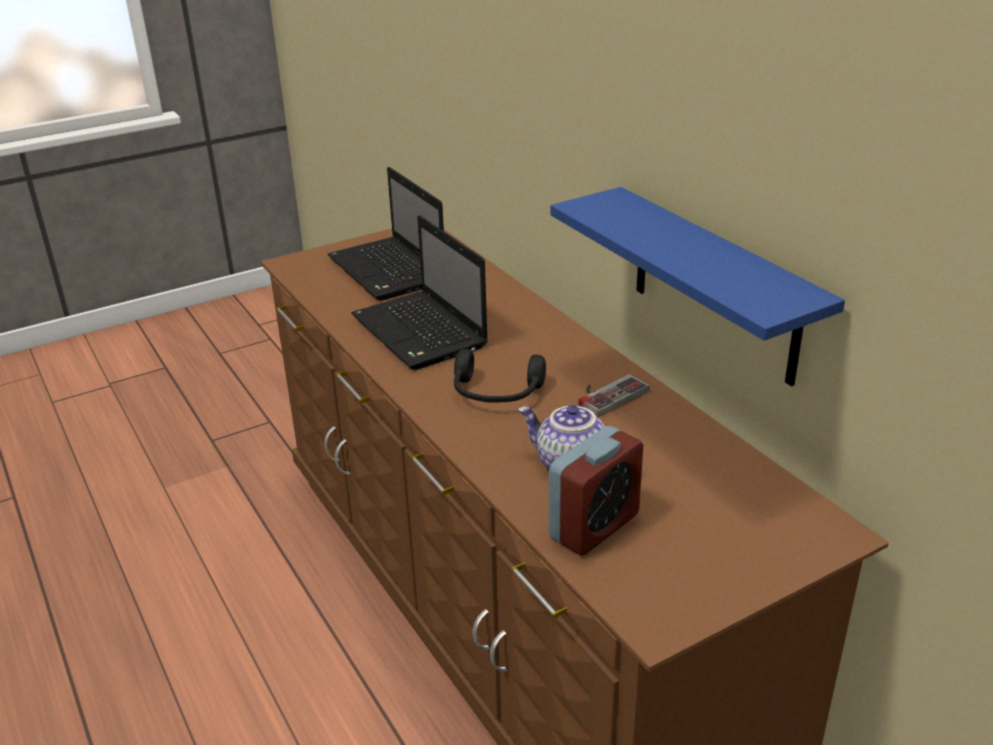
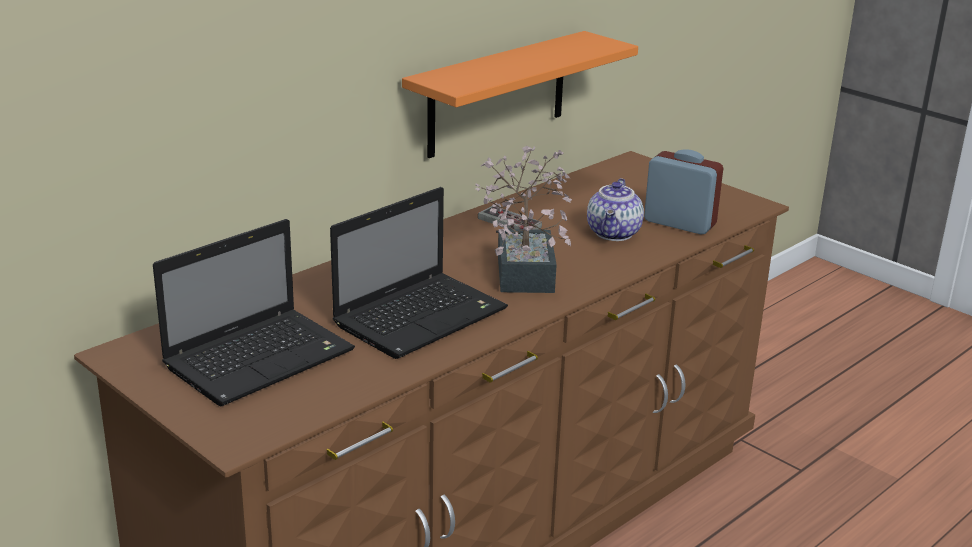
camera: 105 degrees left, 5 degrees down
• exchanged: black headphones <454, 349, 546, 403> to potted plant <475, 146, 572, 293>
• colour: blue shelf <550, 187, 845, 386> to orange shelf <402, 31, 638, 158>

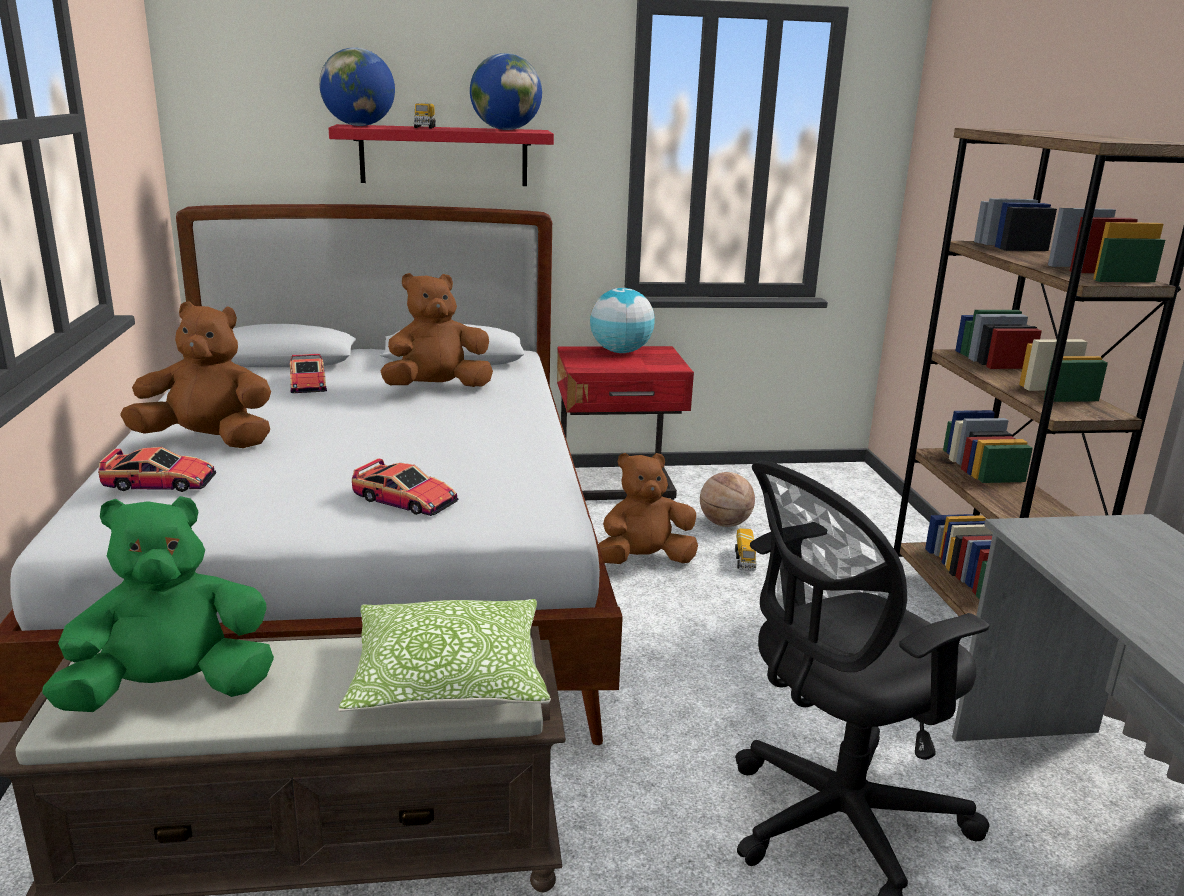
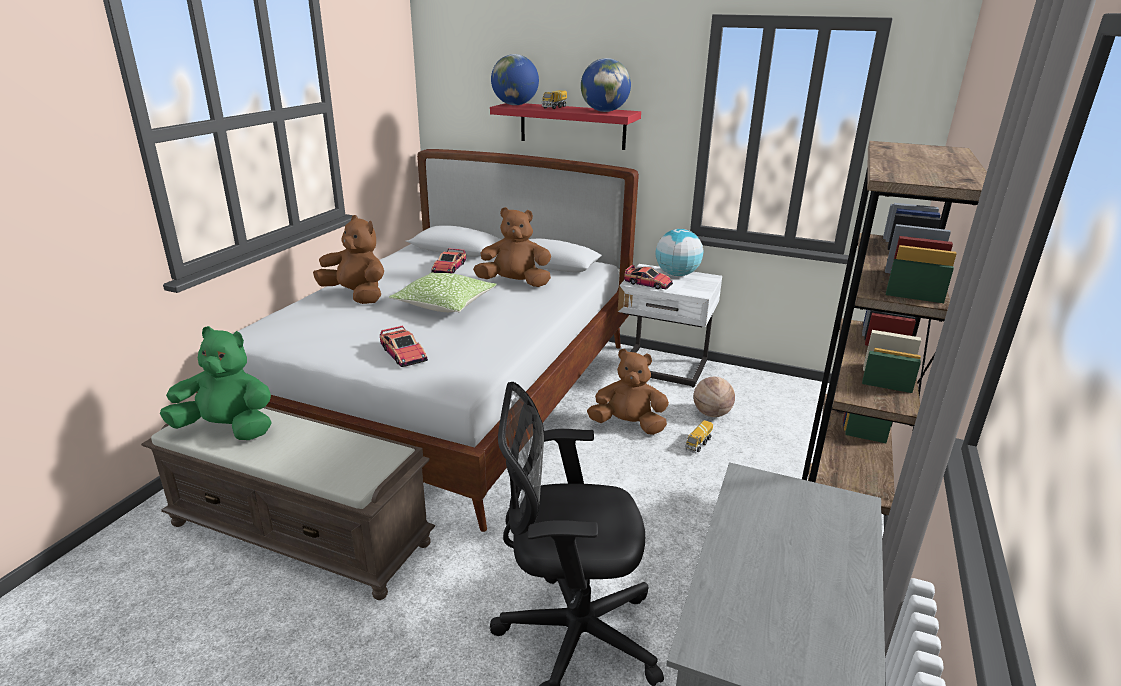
camera: 30 degrees right, 5 degrees up
• relocated: toy car <98, 447, 216, 492> to <624, 265, 673, 289>
• relocated: pillow <338, 599, 551, 712> to <388, 272, 497, 312>
• colour: red nightstand <557, 346, 694, 500> to white nightstand <618, 264, 722, 388>

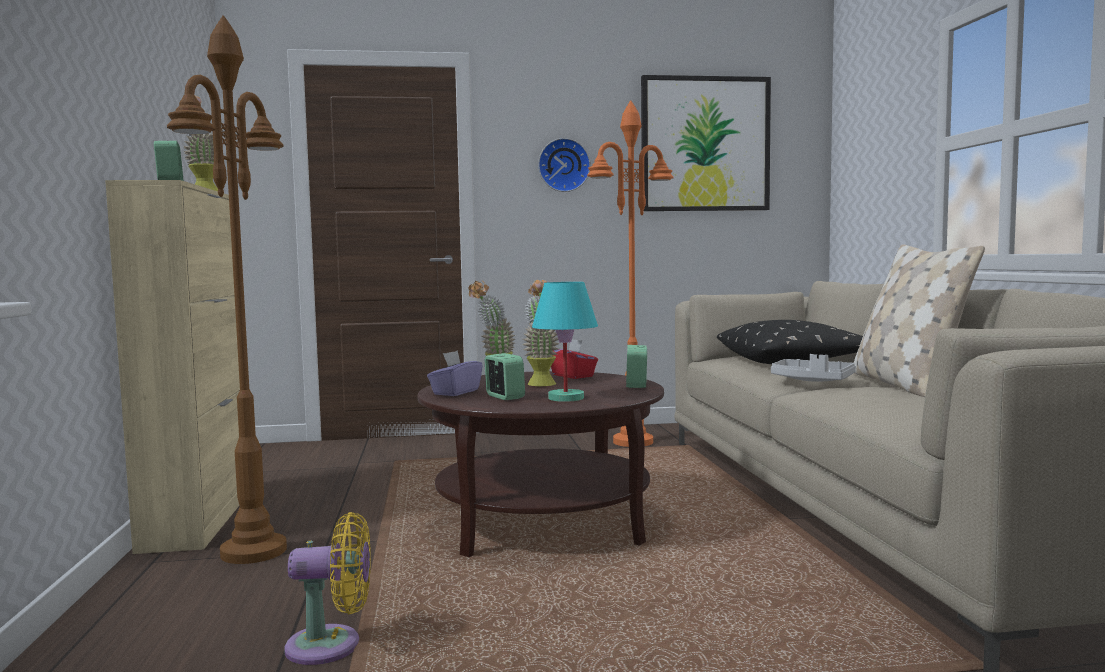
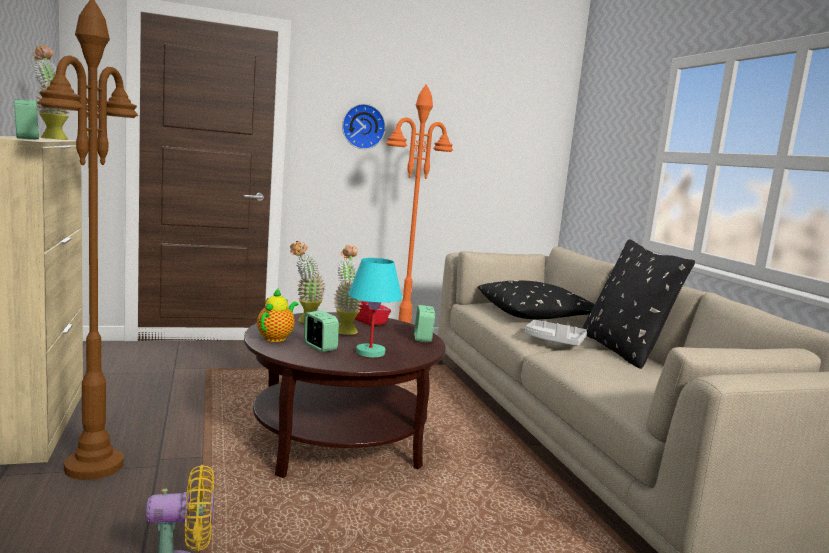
camera: 10 degrees left, 5 degrees up
• exchanged: purple tissue box <427, 350, 483, 396> to teapot <257, 288, 298, 342>
• missing: picture <641, 75, 771, 211>
• colour: beige pillow <854, 244, 985, 397> to black pillow <582, 239, 695, 369>

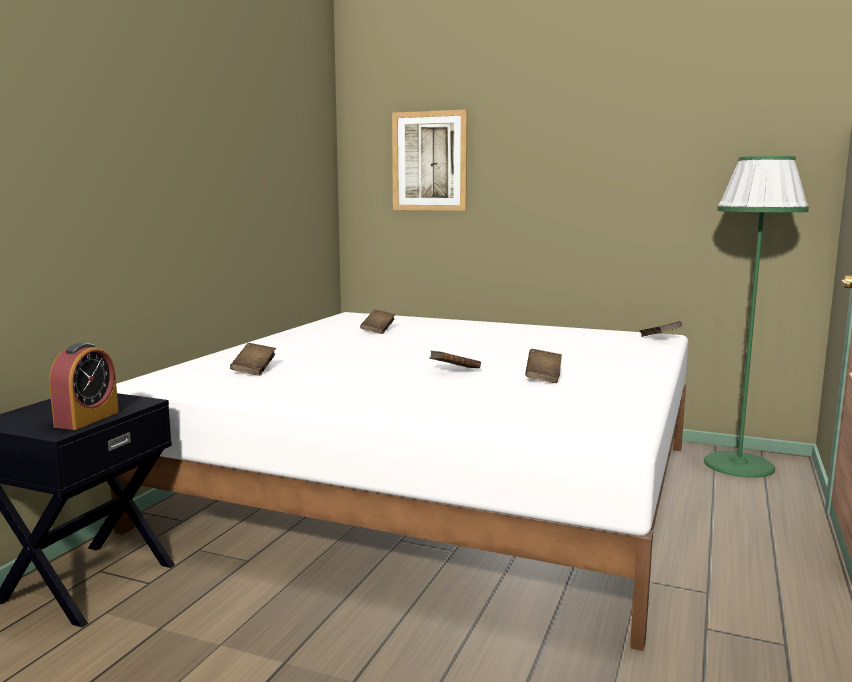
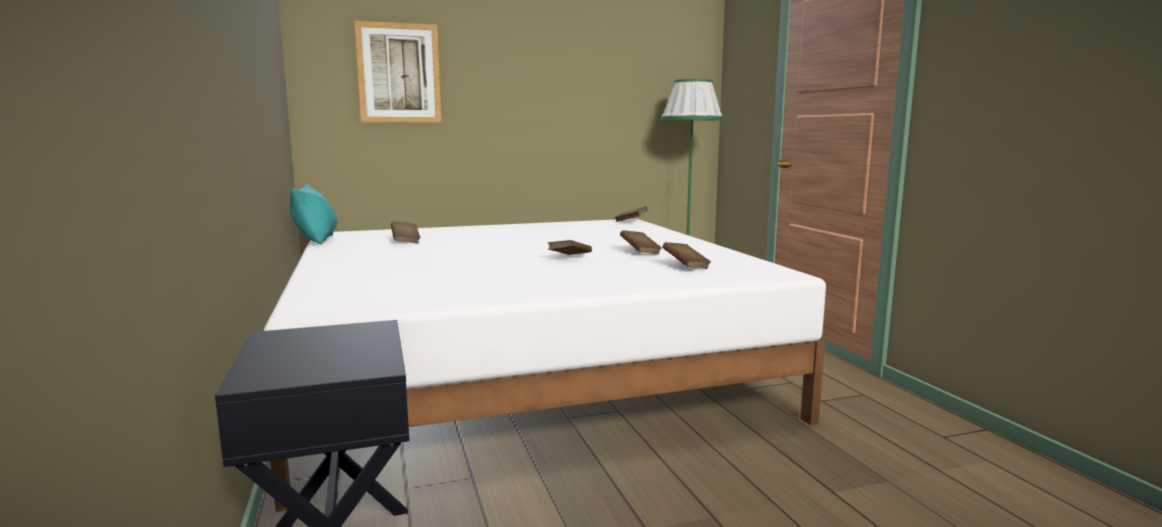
camera: 40 degrees left, 0 degrees up
• missing: alarm clock <49, 343, 119, 430>
• relocated: brown book <230, 343, 276, 376> to <662, 242, 711, 269>
• appeared: turquoise pillow <290, 183, 337, 245>

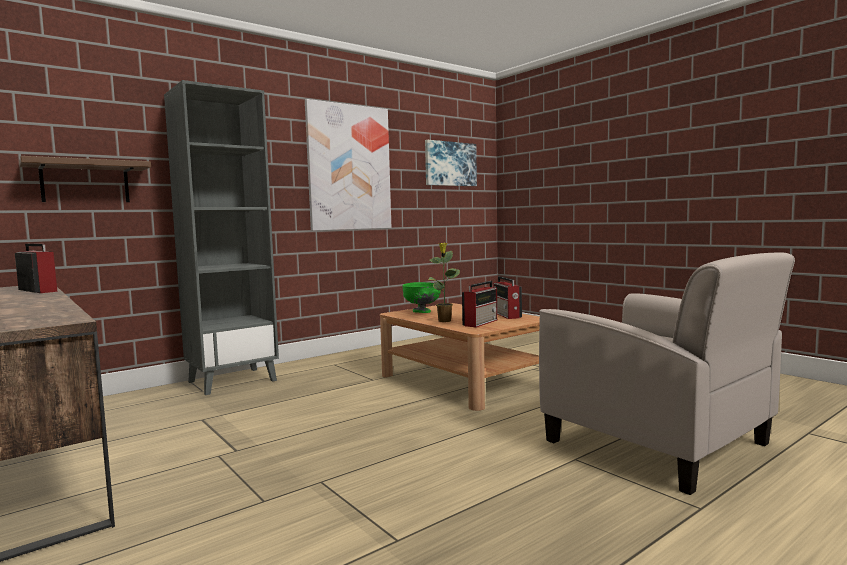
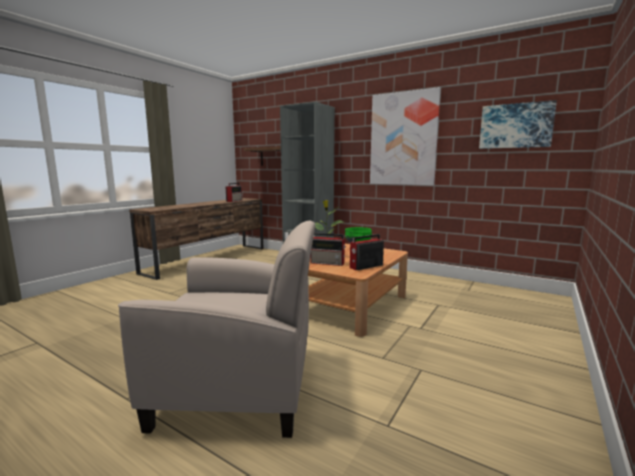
camera: 70 degrees right, 5 degrees up
• spun: beige armchair <539, 253, 795, 495> = <118, 221, 315, 438> 120 degrees counterclockwise

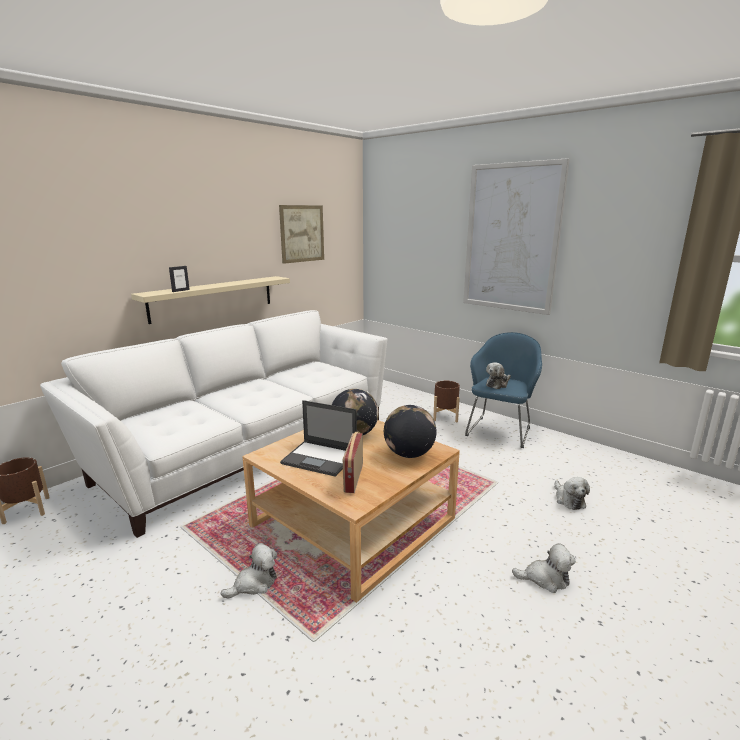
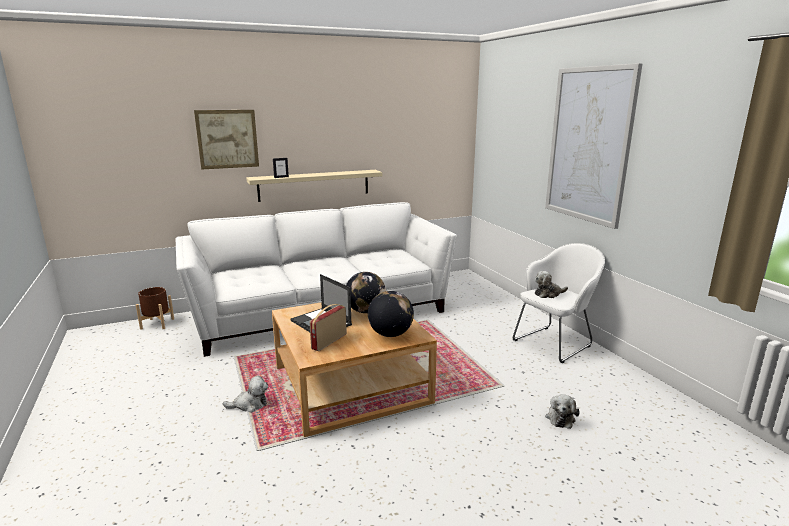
camera: 25 degrees right, 0 degrees up
• relocated: picture <279, 205, 324, 264> to <194, 110, 259, 170>
• missing: brown planter <433, 381, 460, 422>
• colour: blue armchair <465, 332, 542, 448> to white armchair <513, 243, 605, 363>
• missing: plush toy <512, 543, 576, 593>

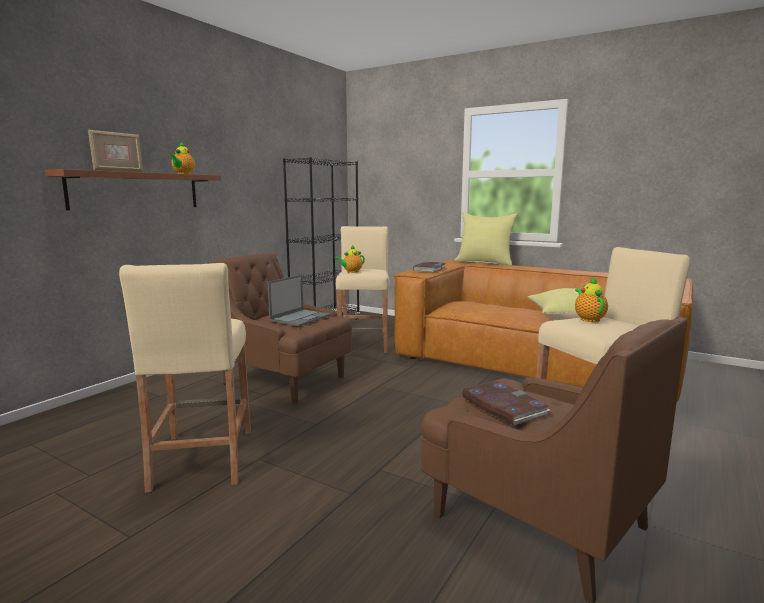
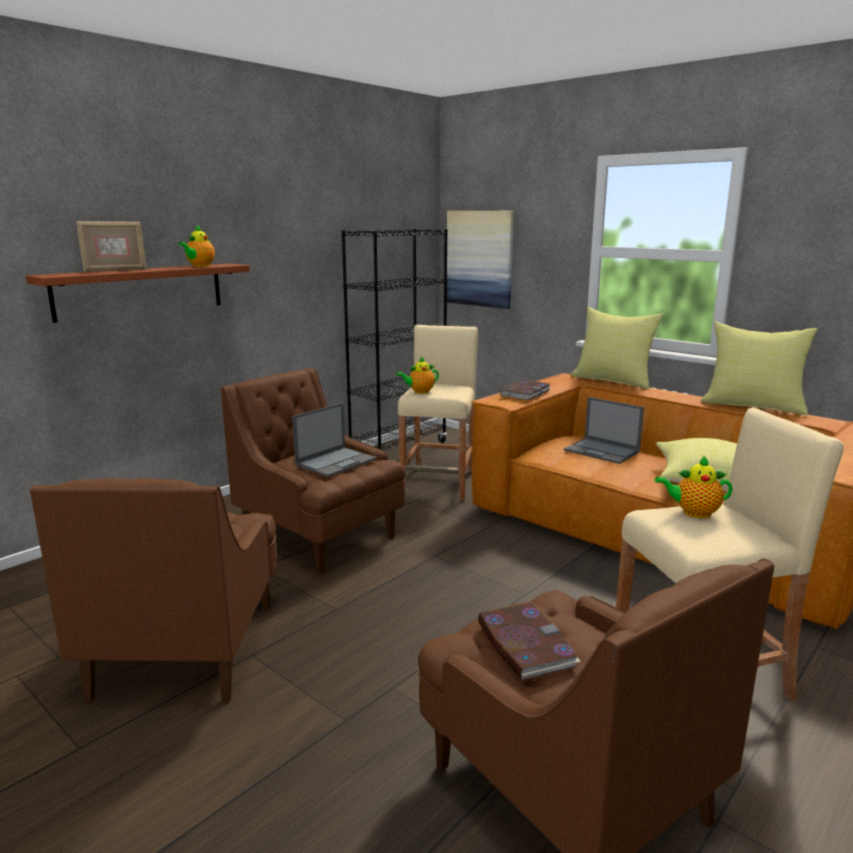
camera: 10 degrees right, 5 degrees up
• exchanged: beige stool <119, 263, 251, 493> to brown armchair <30, 478, 277, 703>
• spun: teapot <575, 276, 608, 322> = <655, 456, 733, 518> 90 degrees counterclockwise
• appeared: picture <447, 211, 514, 309>
• appeared: laptop <564, 397, 644, 464>
• appeared: yellow pillow <701, 322, 818, 415>

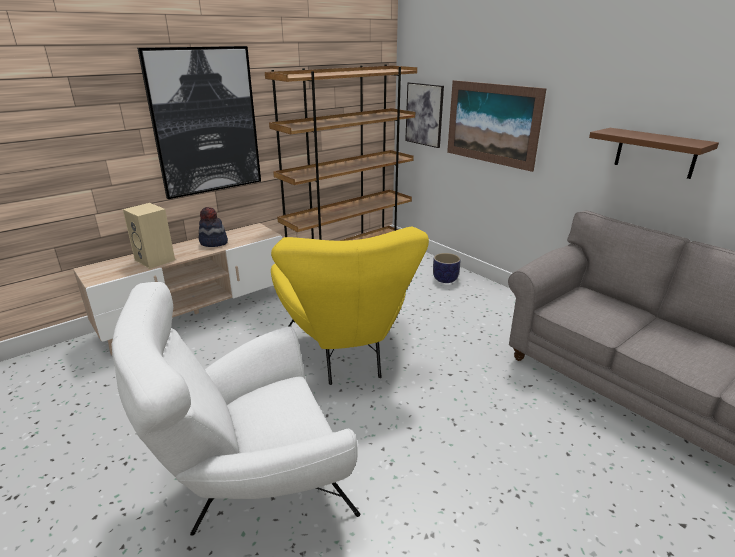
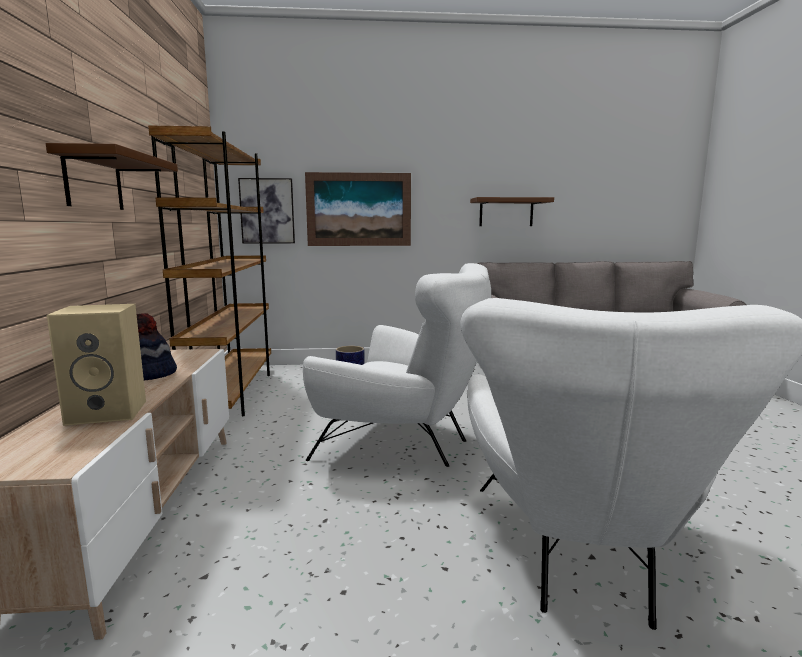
camera: 55 degrees left, 15 degrees down
• exchanged: picture <137, 46, 261, 199> to brown shelf <46, 143, 178, 210>
• colour: yellow armchair <271, 226, 429, 385> to white armchair <303, 263, 491, 467>

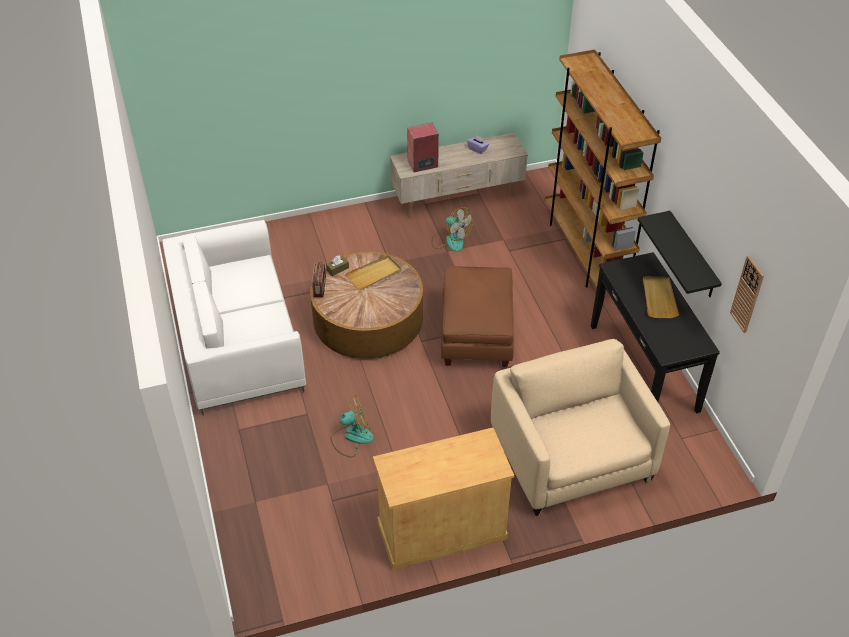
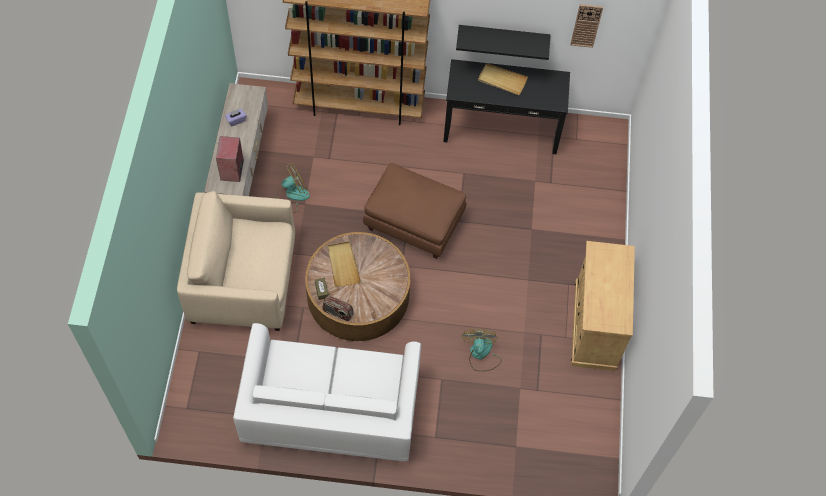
camera: 70 degrees left, 15 degrees up
• relocated: beige armchair <491, 339, 670, 516> to <177, 191, 295, 331>

